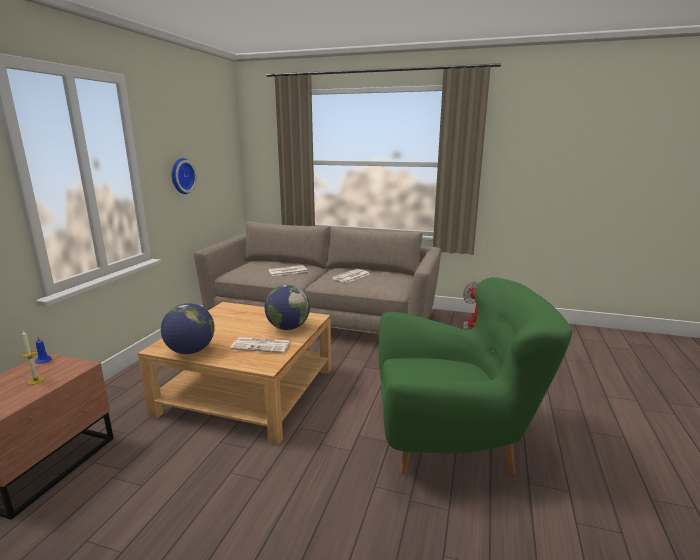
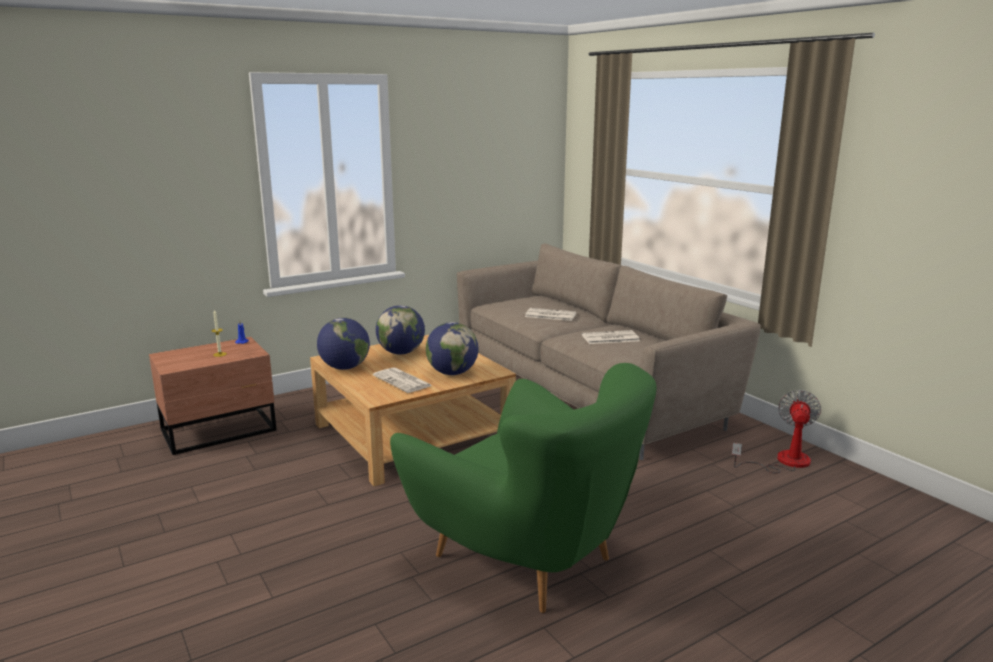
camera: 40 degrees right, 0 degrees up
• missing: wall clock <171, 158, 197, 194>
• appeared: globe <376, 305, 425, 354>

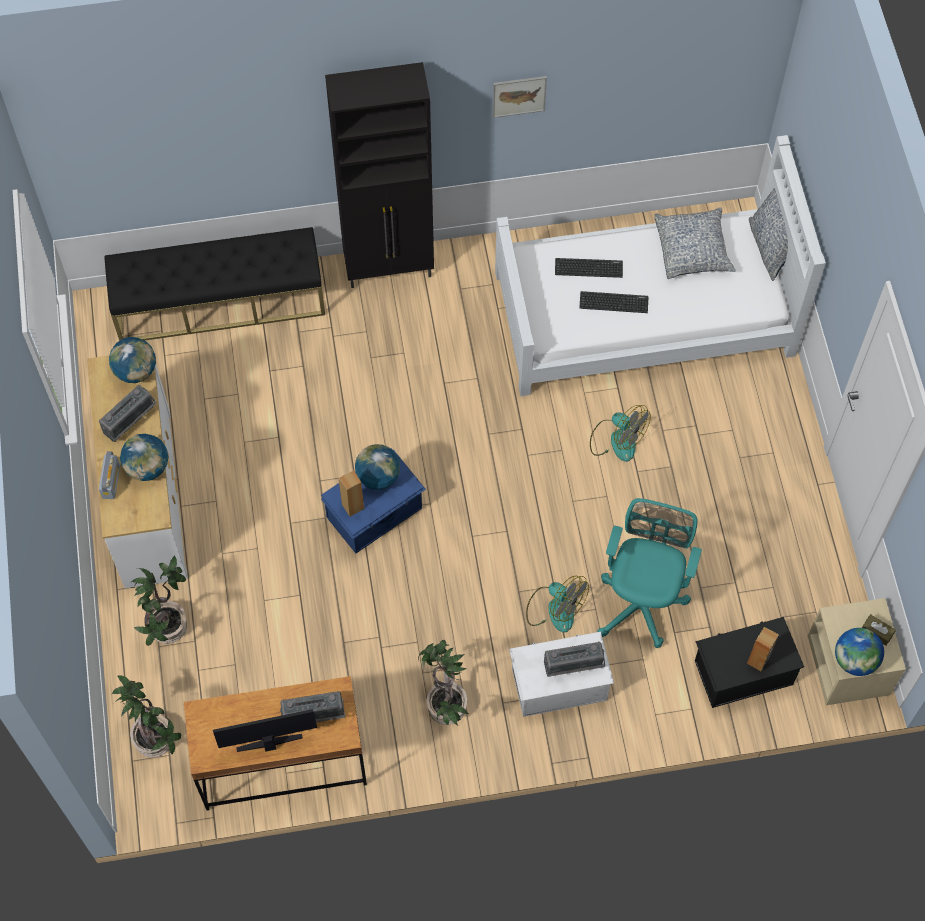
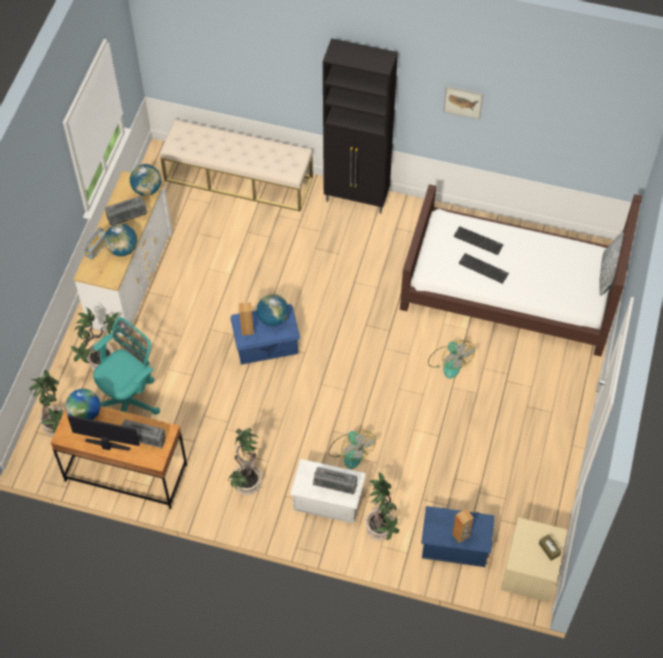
camera: 25 degrees right, 5 degrees down
• colour: black bench <104, 227, 325, 341> to beige bench <160, 119, 313, 212>
• colour: white bed <495, 135, 826, 396> to brown bed <400, 184, 642, 356>
• relocated: turquoise office chair <597, 498, 702, 648> to <93, 317, 160, 415>
• missing: pillow <655, 207, 736, 279>
• colour: black storage box <695, 617, 804, 708> to blue storage box <421, 506, 495, 567>
• relocated: globe <835, 628, 884, 676> to <65, 389, 100, 420>
• appeared: potted plant <366, 472, 400, 541>

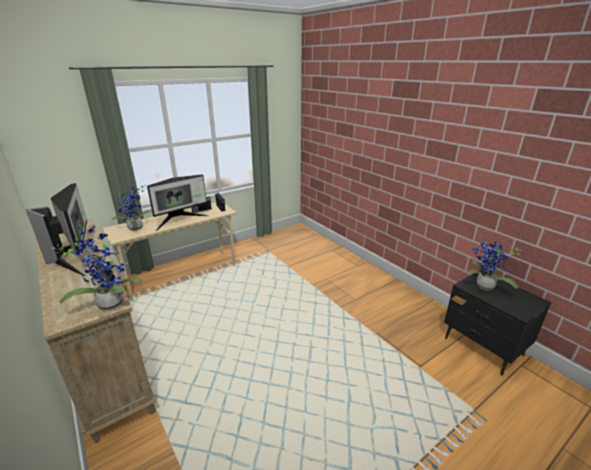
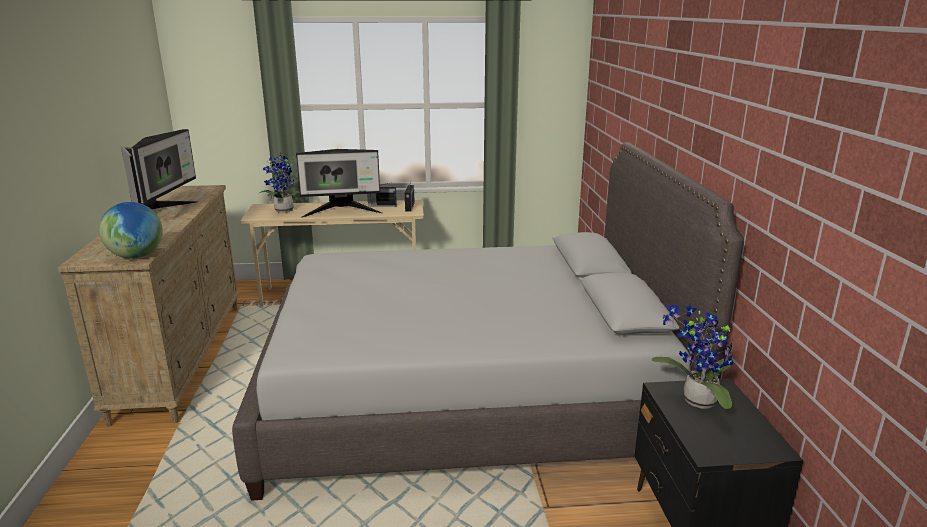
camera: 30 degrees right, 5 degrees down
• exchanged: potted plant <52, 227, 142, 310> to globe <99, 202, 163, 259>
• appeared: grey bed <232, 142, 744, 501>

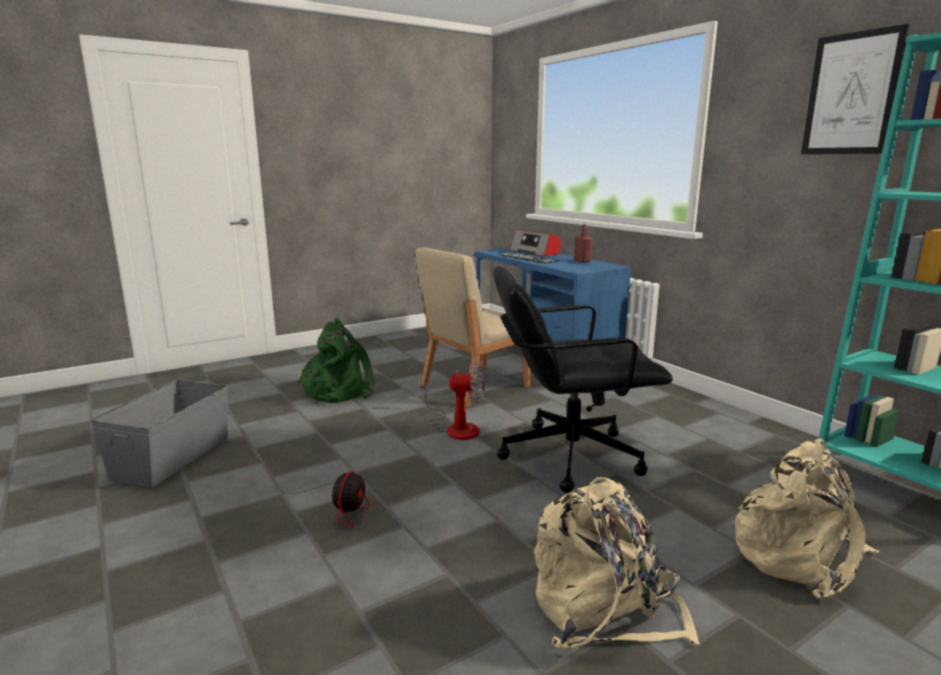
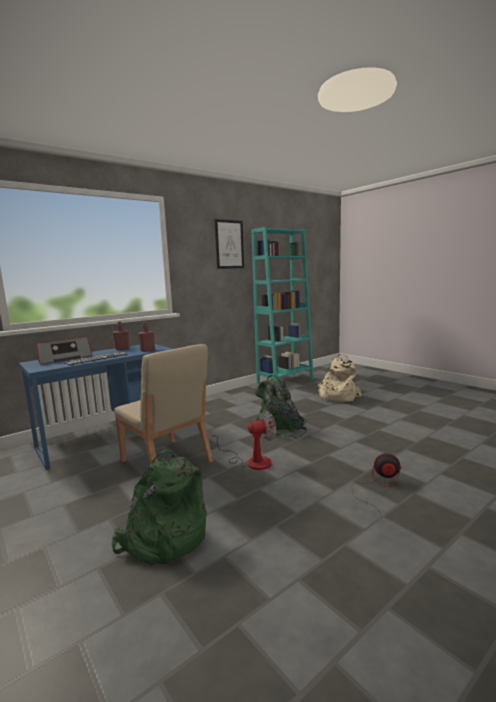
camera: 95 degrees left, 5 degrees down
• missing: grey storage box <90, 380, 228, 488>
• spun: fan <419, 362, 484, 440> = <212, 411, 276, 470> 75 degrees clockwise
• exchanged: black office chair <494, 266, 673, 493> to green backpack <255, 375, 307, 439>
• missing: beige backpack <534, 477, 700, 649>
• appeared: red bottle <138, 322, 155, 352>

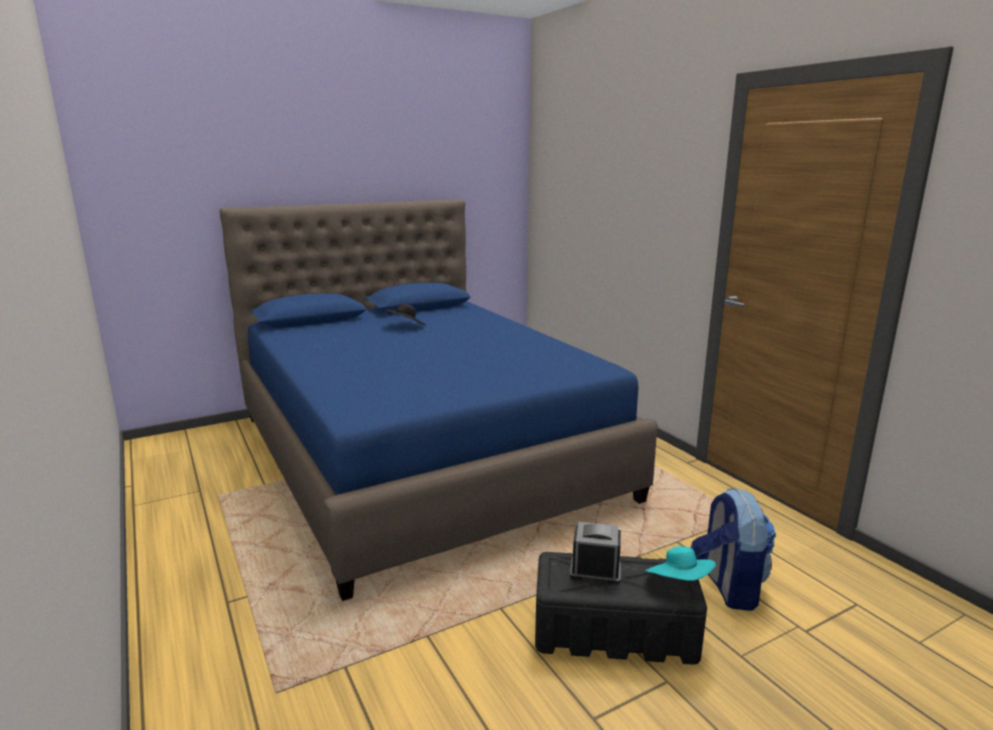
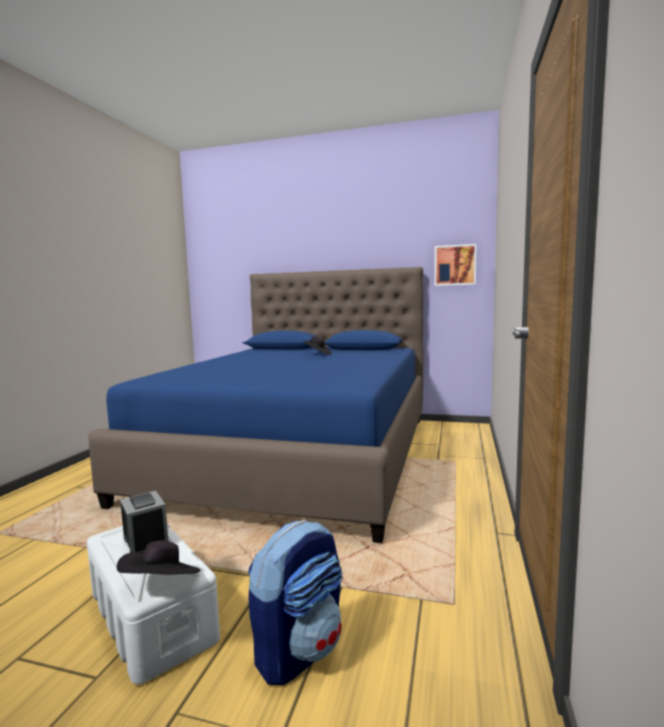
camera: 45 degrees right, 10 degrees down
• colour: black storage box <535, 552, 707, 665> to white storage box <87, 524, 220, 685>
• colour: turquoise hat <645, 546, 716, 581> to black hat <117, 540, 200, 575>
• appeared: picture <435, 244, 477, 286>

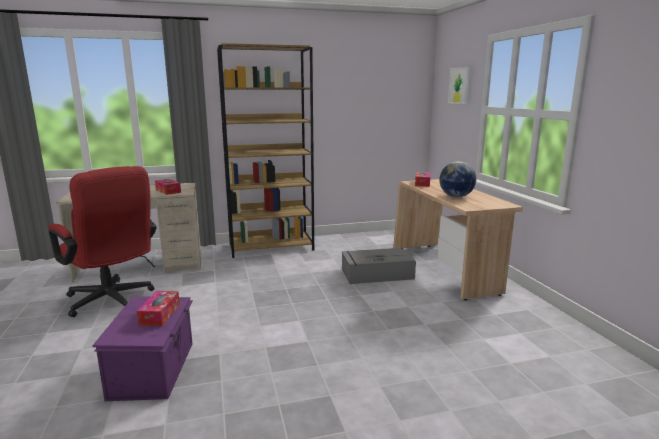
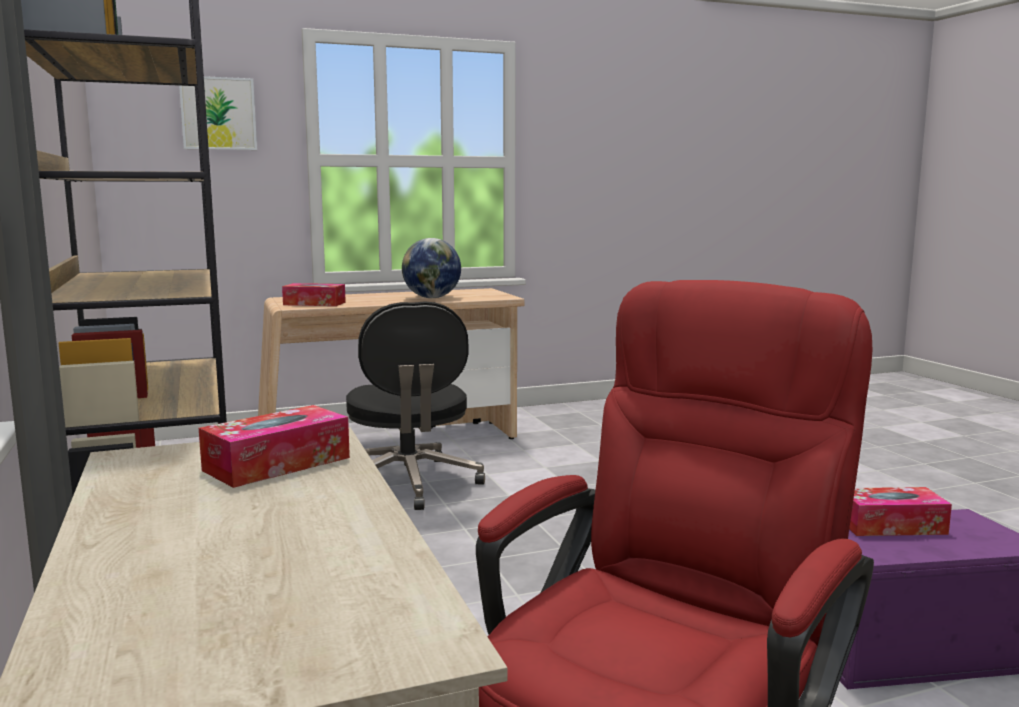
camera: 95 degrees left, 5 degrees down
• exchanged: grey storage box <341, 248, 416, 284> to black office chair <346, 301, 485, 510>

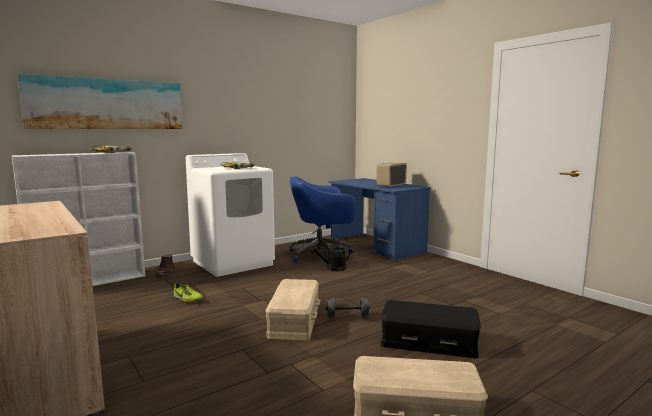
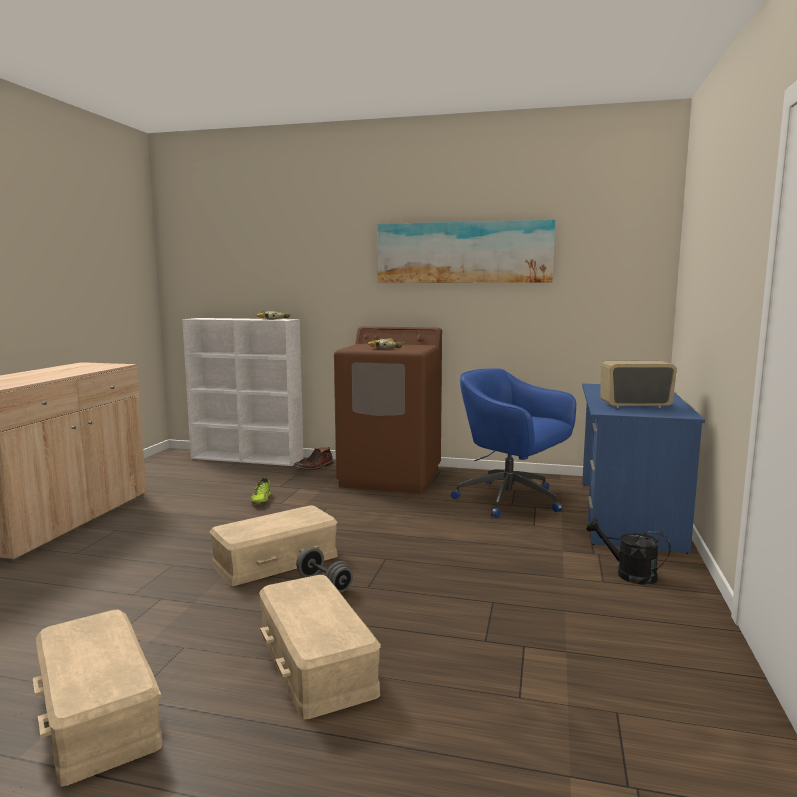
camera: 50 degrees right, 0 degrees up
• relocated: picture <18, 74, 182, 129> to <377, 220, 555, 283>
• colour: white washing machine <186, 153, 275, 277> to brown washing machine <334, 326, 442, 494>
• relocated: black watering can <310, 244, 350, 271> to <586, 518, 671, 585>
• colour: black storage box <381, 300, 481, 358> to beige storage box <259, 575, 381, 720>

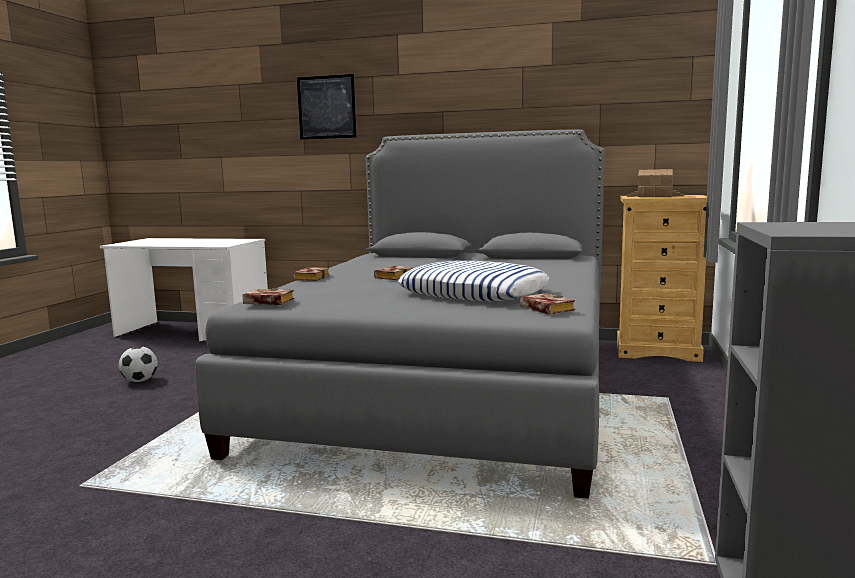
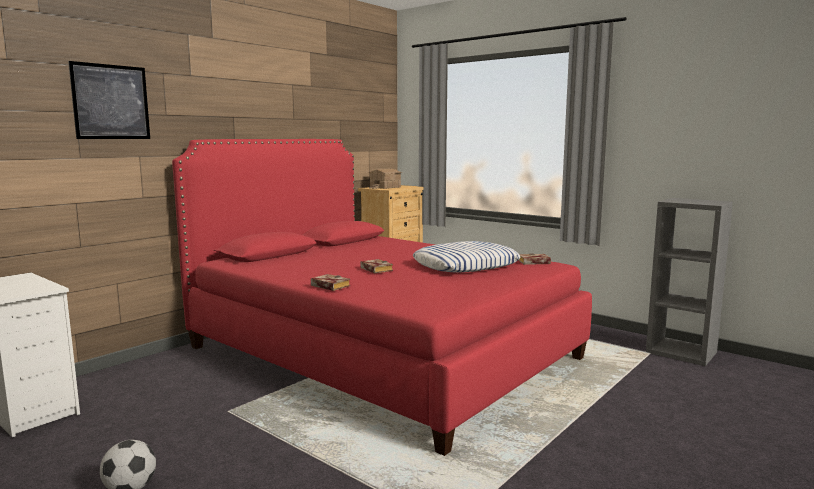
camera: 65 degrees left, 0 degrees up
• colour: grey bed <195, 130, 605, 499> to red bed <172, 139, 592, 456>
• missing: book <242, 288, 294, 305>

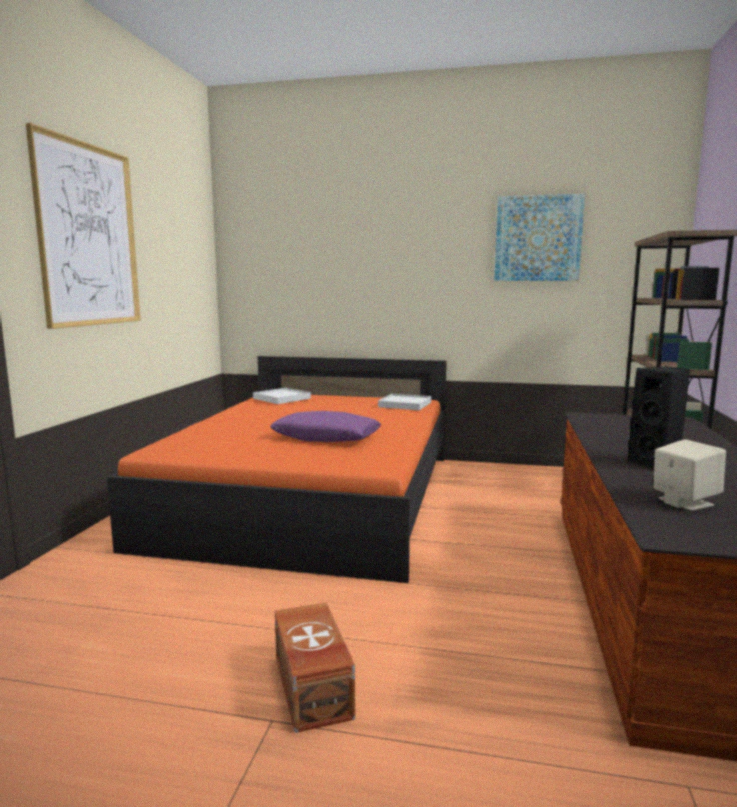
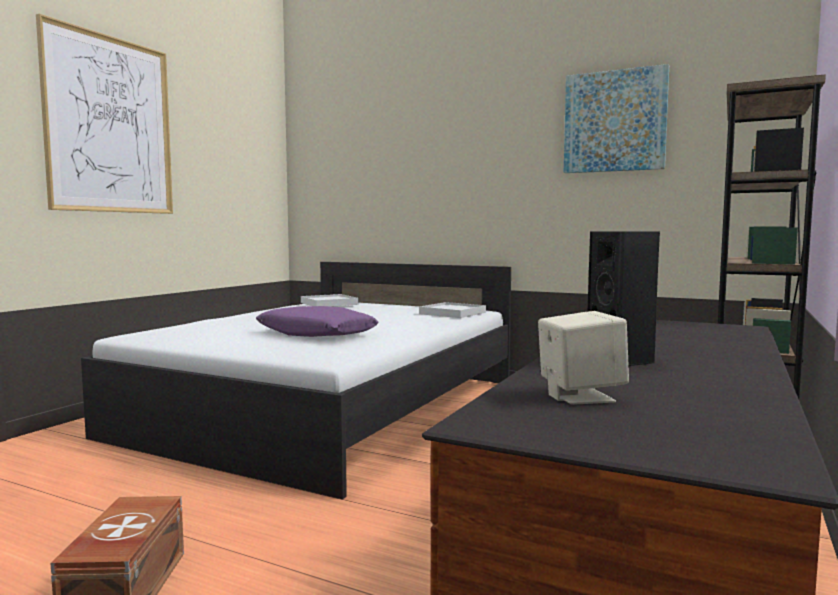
camera: 15 degrees right, 5 degrees down
• colour: orange bed <107, 356, 447, 583> to white bed <81, 262, 511, 499>

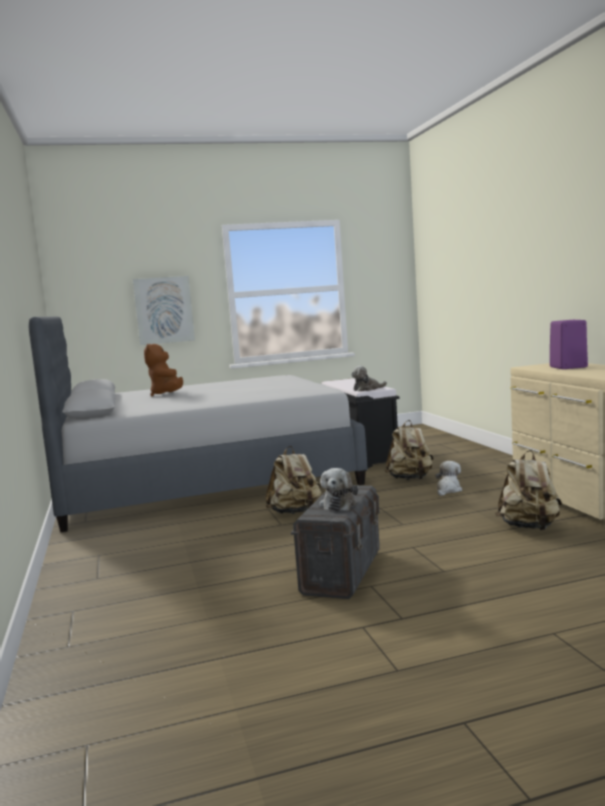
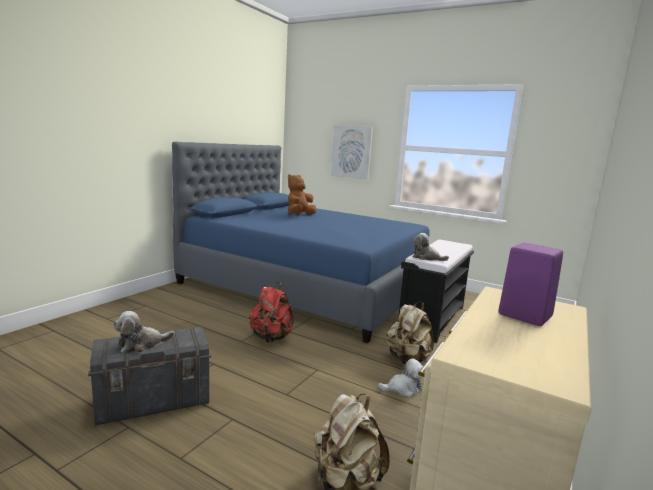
camera: 45 degrees right, 5 degrees up
• colour: grey bed <28, 316, 368, 532> to blue bed <172, 142, 430, 343>
• colour: beige backpack <265, 446, 321, 514> to red backpack <249, 282, 294, 342>

